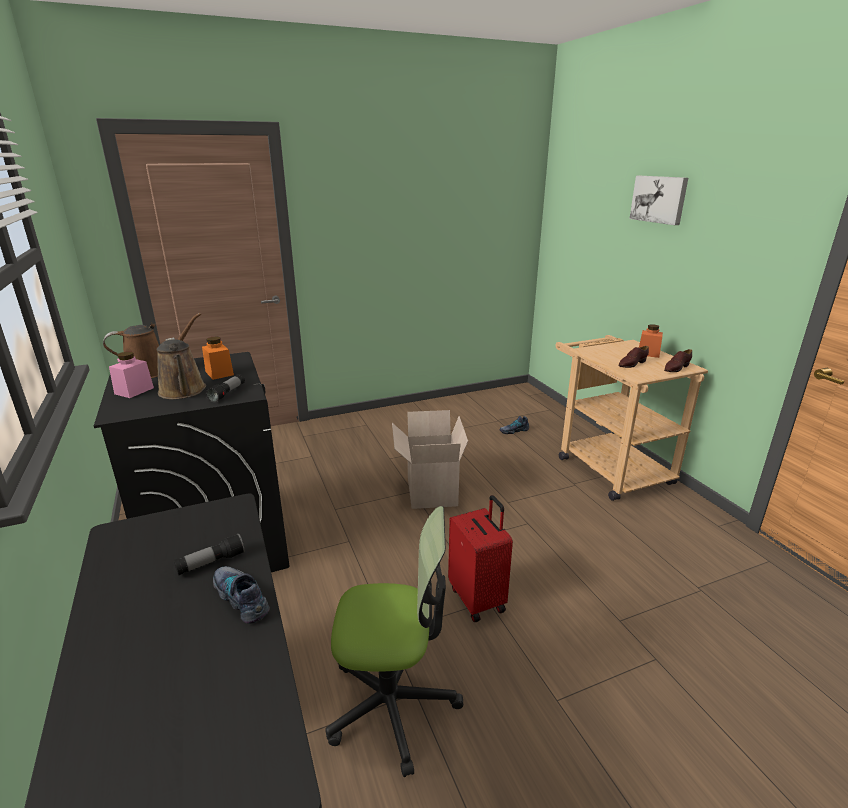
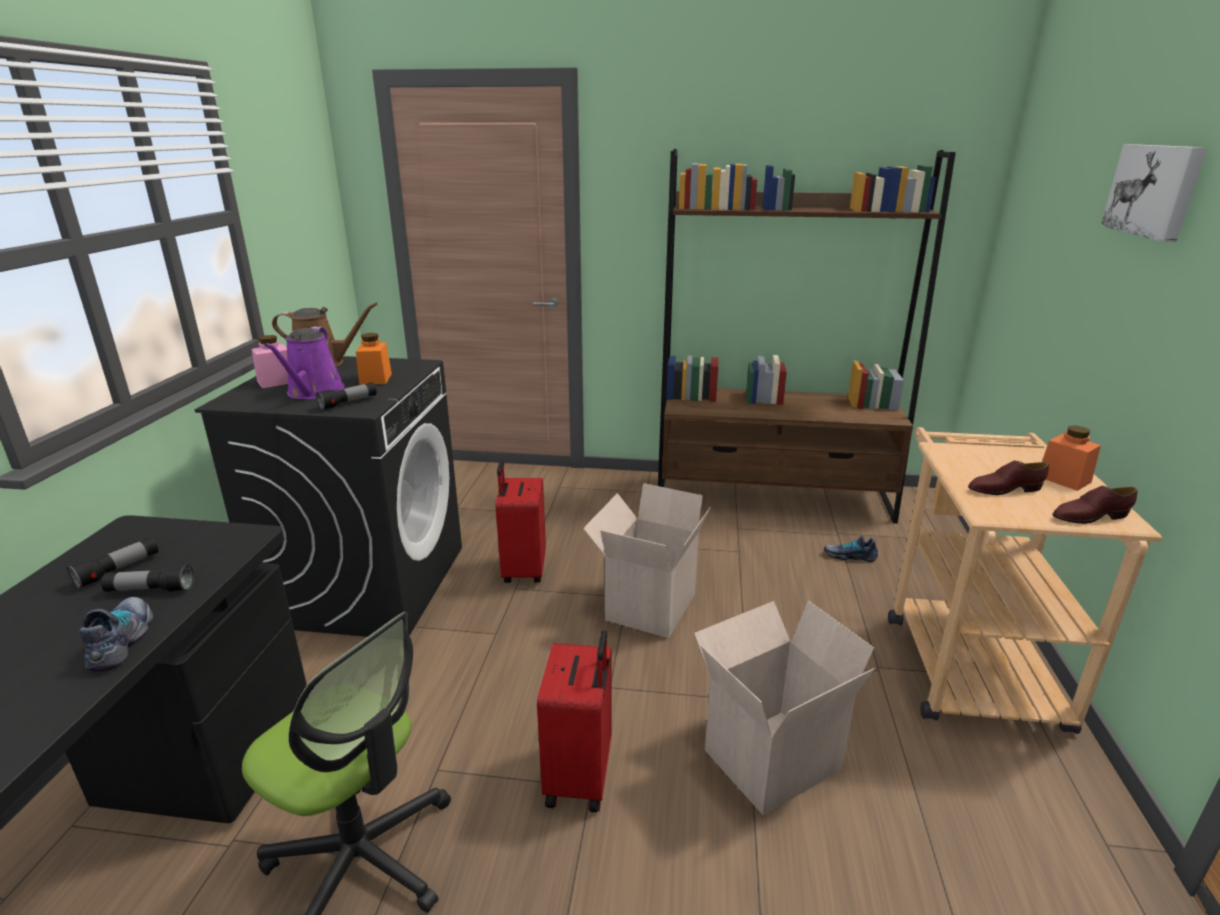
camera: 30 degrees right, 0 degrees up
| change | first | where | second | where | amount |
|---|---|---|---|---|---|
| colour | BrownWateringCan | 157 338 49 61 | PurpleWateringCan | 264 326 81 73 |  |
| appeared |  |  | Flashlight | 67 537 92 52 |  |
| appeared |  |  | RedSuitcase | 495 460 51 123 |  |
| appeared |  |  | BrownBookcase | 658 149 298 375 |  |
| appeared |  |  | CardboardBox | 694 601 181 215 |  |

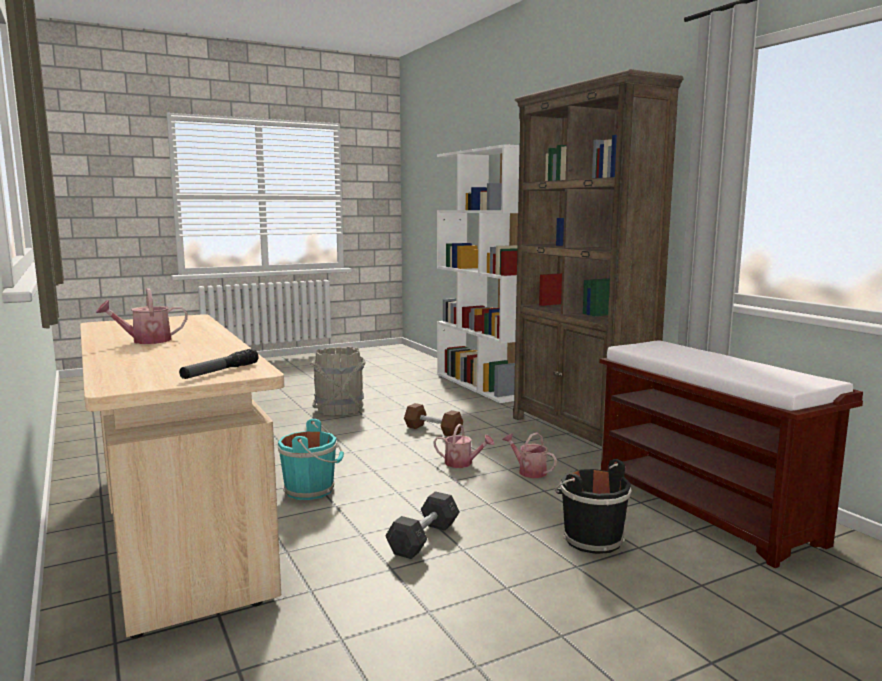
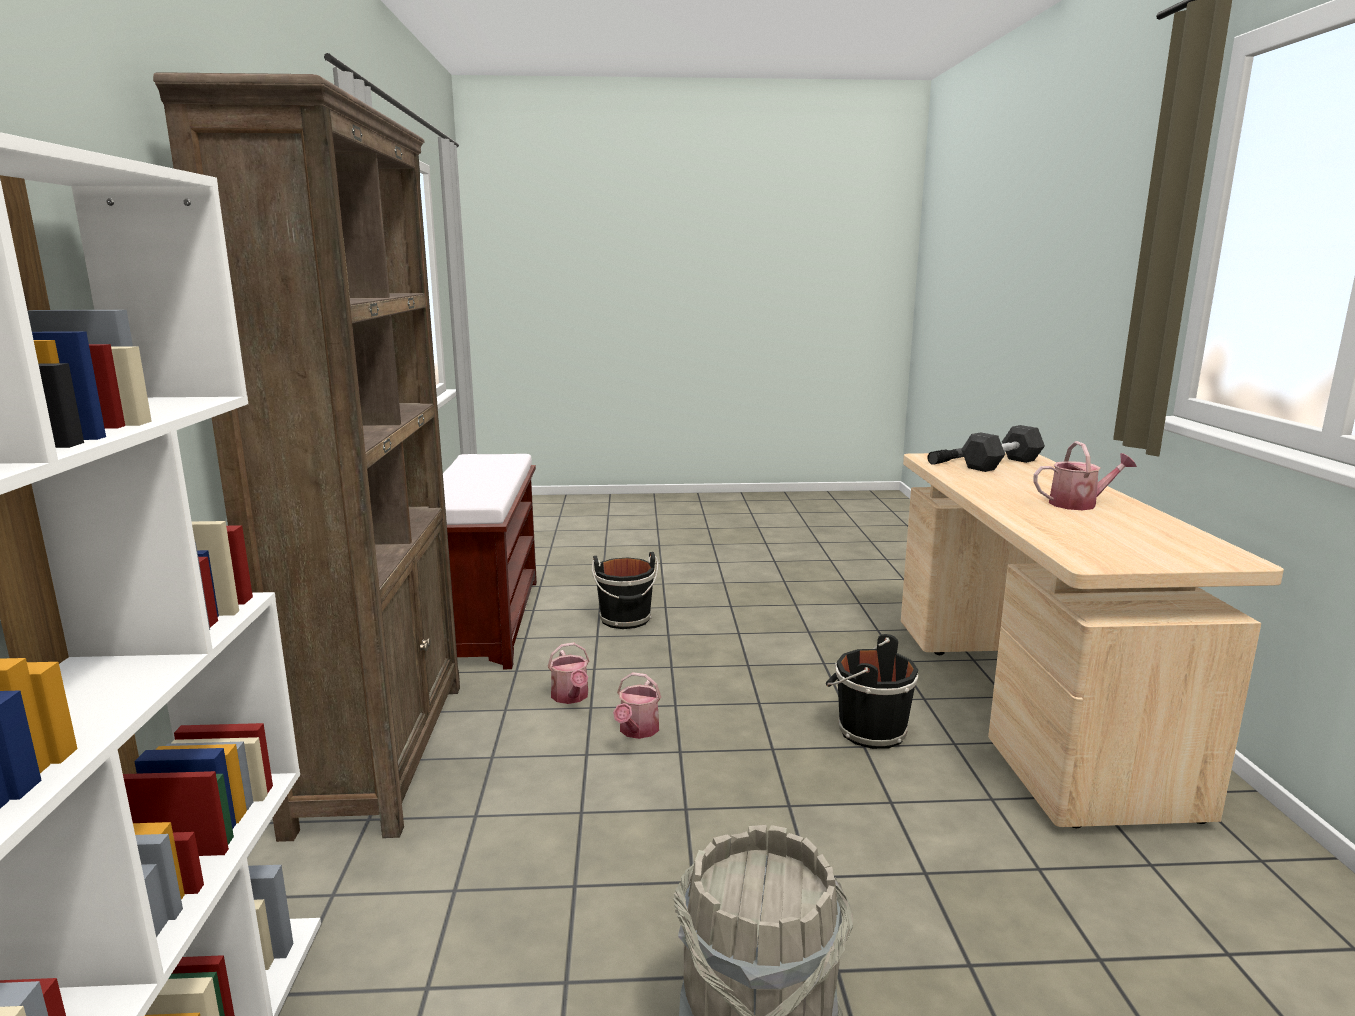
camera: 155 degrees left, 5 degrees up
| change | first | where | second | where | amount |
|---|---|---|---|---|---|
| colour | TurquoiseBucket | 278 419 66 81 | BlackBucket | 826 634 92 115 |  |
| relocated | GreyDumbbell | 385 491 74 68 |  | 961 425 84 47 |  |
| missing | BrownDumbbell | 404 403 59 33 |  |  |  |
| spun | WateringCan | 433 424 61 44 |  | 613 672 48 67 | 120 degrees counterclockwise |

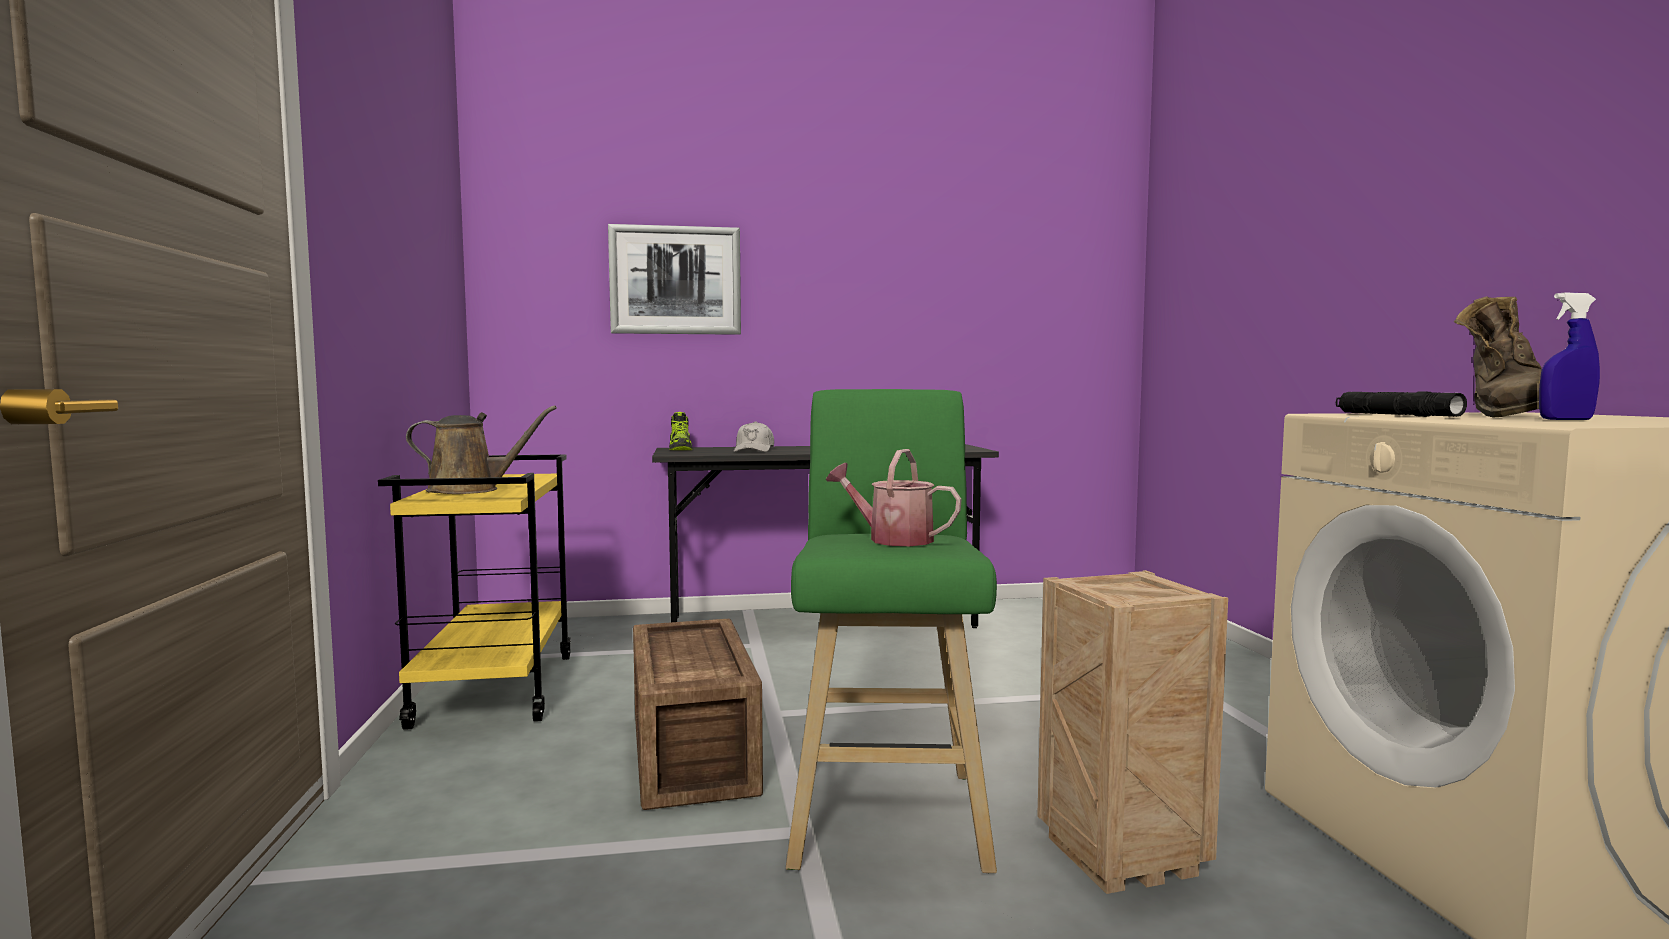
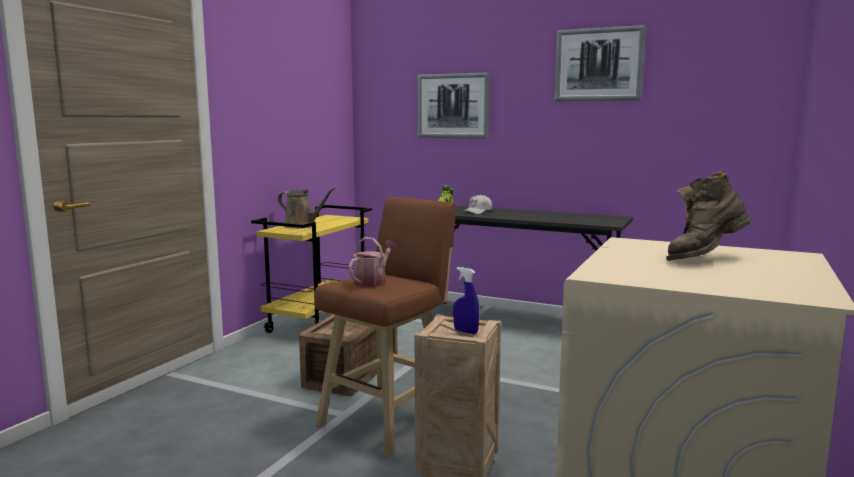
camera: 35 degrees right, 5 degrees up
| change | first | where | second | where | amount |
|---|---|---|---|---|---|
| colour | GreenStool | 786 389 211 484 | BrownStool | 314 197 142 259 |  |
| spun | WateringCan | 826 449 136 97 |  | 348 237 49 50 | 60 degrees clockwise |
| missing | BlackFlashlight | 1336 392 131 25 |  |  |  |
| relocated | BlueSprayBottle | 1539 292 61 128 |  | 453 267 27 67 |  |
| appeared |  |  | Picture | 555 25 91 76 |  |

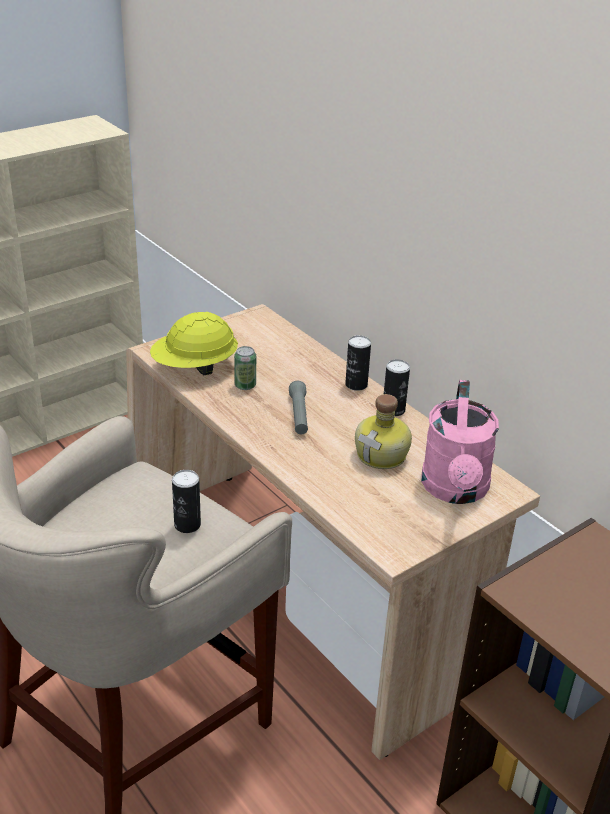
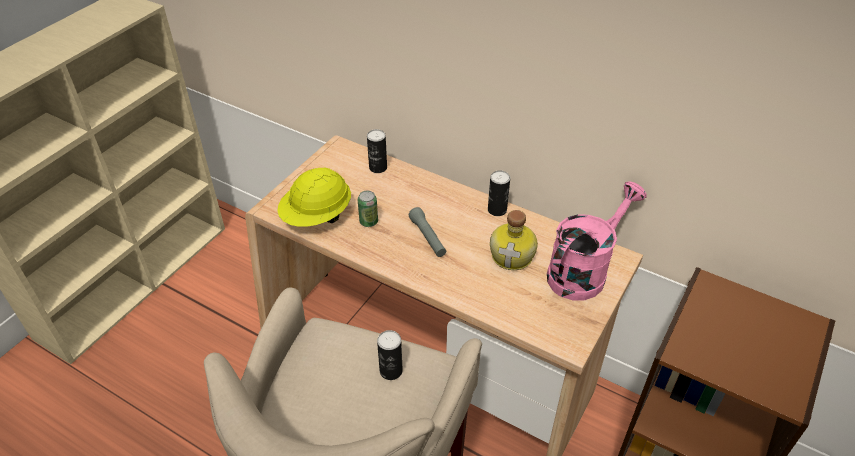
camera: 20 degrees left, 10 degrees up
| change | first | where | second | where | amount |
|---|---|---|---|---|---|
| relocated | Can | 345 335 26 56 |  | 367 129 20 44 |  |
| spun | PinkWateringCan | 421 380 78 124 |  | 547 181 100 119 | 120 degrees counterclockwise |

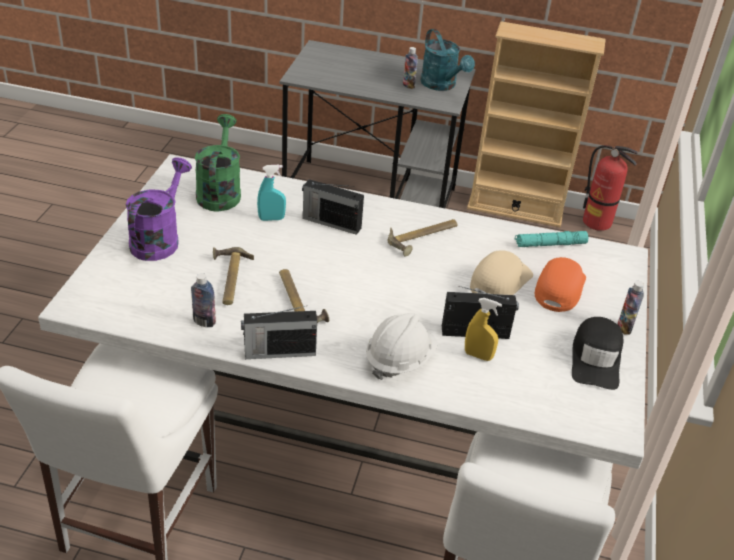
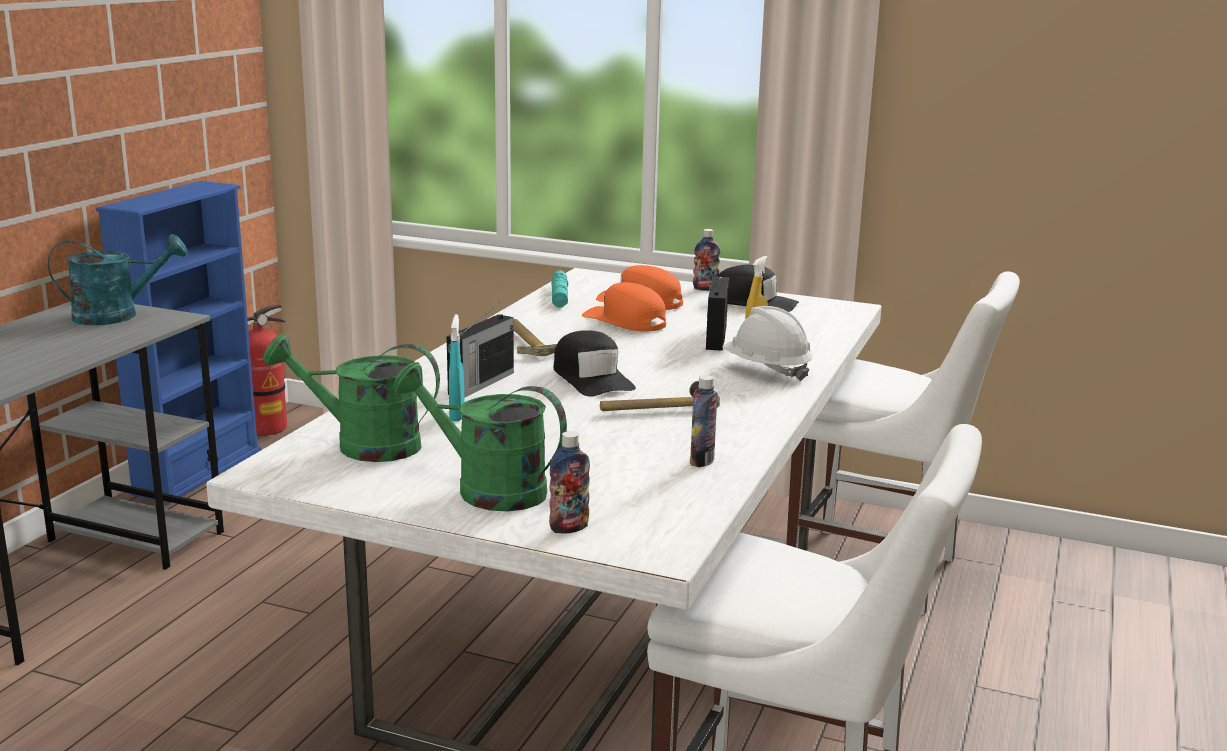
camera: 80 degrees left, 20 degrees down
| change | first | where | second | where | amount |
|---|---|---|---|---|---|
| colour | PurpleWateringCan | 126 158 66 103 | GreenWateringCan | 393 362 174 149 |  |
| missing | Hammer | 213 247 41 58 |  |  |  |
| missing | Radio | 241 306 76 53 |  |  |  |
| relocated | Bottle | 403 47 15 42 |  | 549 431 41 103 |  |
| colour | BeigeBookcase | 467 21 139 206 | BlueBookcase | 96 181 165 322 |  |
| colour | BeigeCap | 470 250 63 45 | OrangeCap | 582 282 84 50 |  |
| appeared |  |  | BlackCap | 553 330 83 66 |  |

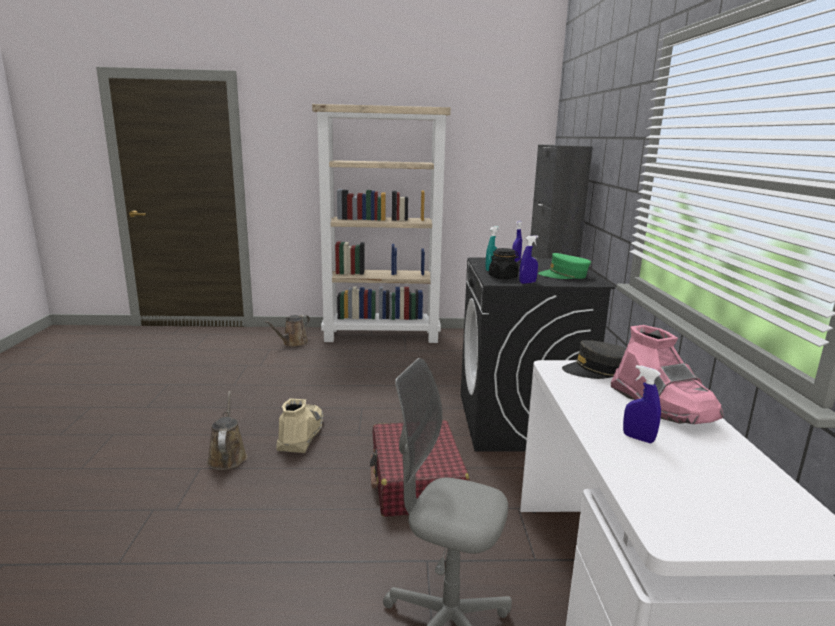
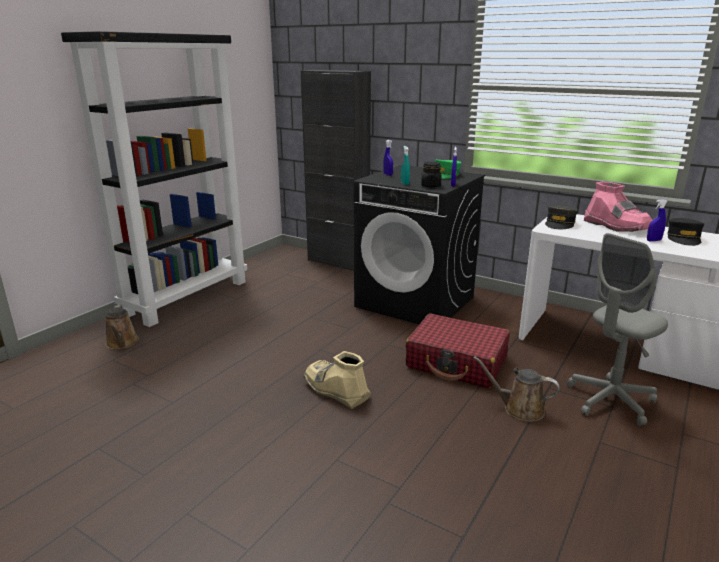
camera: 55 degrees left, 5 degrees up
| change | first | where | second | where | amount |
|---|---|---|---|---|---|
| relocated | BrownWateringCan | 207 391 40 79 |  | 474 356 86 66 |  |
| colour | BeigeBookcase | 312 104 139 239 | BlackBookcase | 61 31 186 296 |  |
| spun | PinkBoot | 611 325 113 99 |  | 584 182 69 50 | 45 degrees clockwise |
| appeared |  |  | BlackCap | 667 218 37 28 |  |

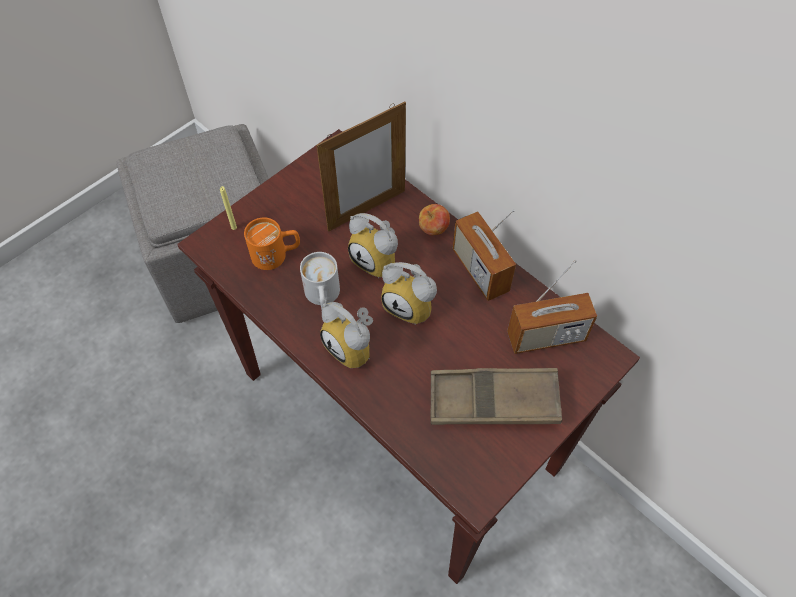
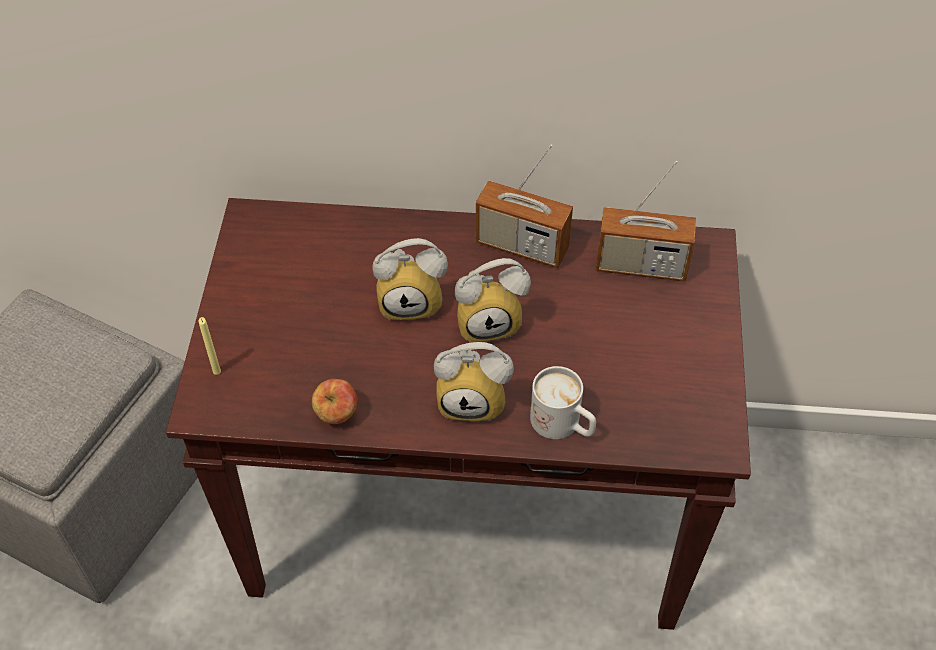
camera: 40 degrees left, 5 degrees down
| change | first | where | second | where | amount |
|---|---|---|---|---|---|
| missing | OrangeMug | 244 217 56 53 |  |  |  |
| relocated | WhiteMug | 300 252 40 57 |  | 530 366 66 73 |  |
| missing | PictureFrame | 316 102 90 130 |  |  |  |
| relocated | Apple | 419 204 31 31 |  | 312 379 46 45 |  |
| missing | BrownTray | 430 368 132 57 |  |  |  |
| spun | Radio | 507 260 90 94 |  | 596 161 100 121 | 60 degrees clockwise |

